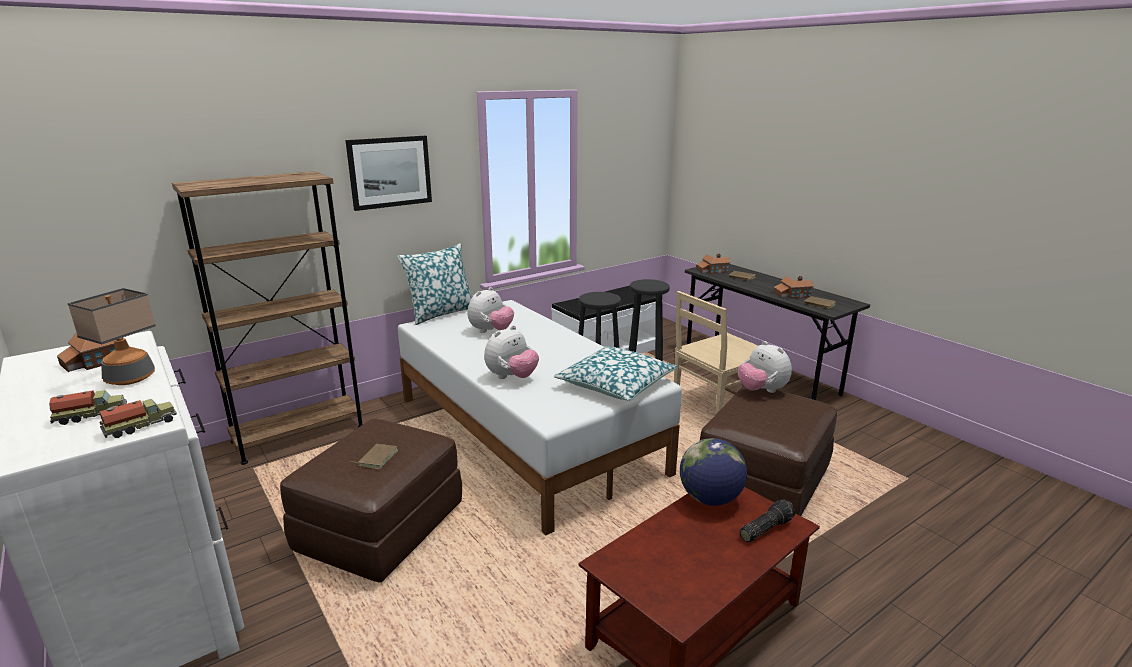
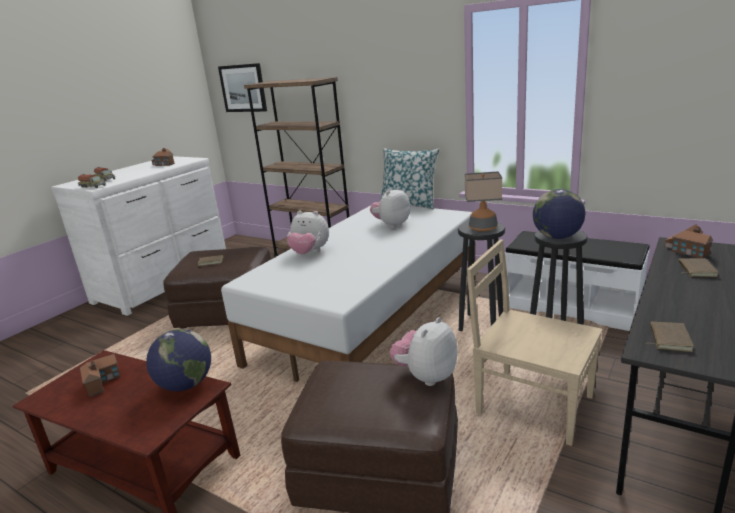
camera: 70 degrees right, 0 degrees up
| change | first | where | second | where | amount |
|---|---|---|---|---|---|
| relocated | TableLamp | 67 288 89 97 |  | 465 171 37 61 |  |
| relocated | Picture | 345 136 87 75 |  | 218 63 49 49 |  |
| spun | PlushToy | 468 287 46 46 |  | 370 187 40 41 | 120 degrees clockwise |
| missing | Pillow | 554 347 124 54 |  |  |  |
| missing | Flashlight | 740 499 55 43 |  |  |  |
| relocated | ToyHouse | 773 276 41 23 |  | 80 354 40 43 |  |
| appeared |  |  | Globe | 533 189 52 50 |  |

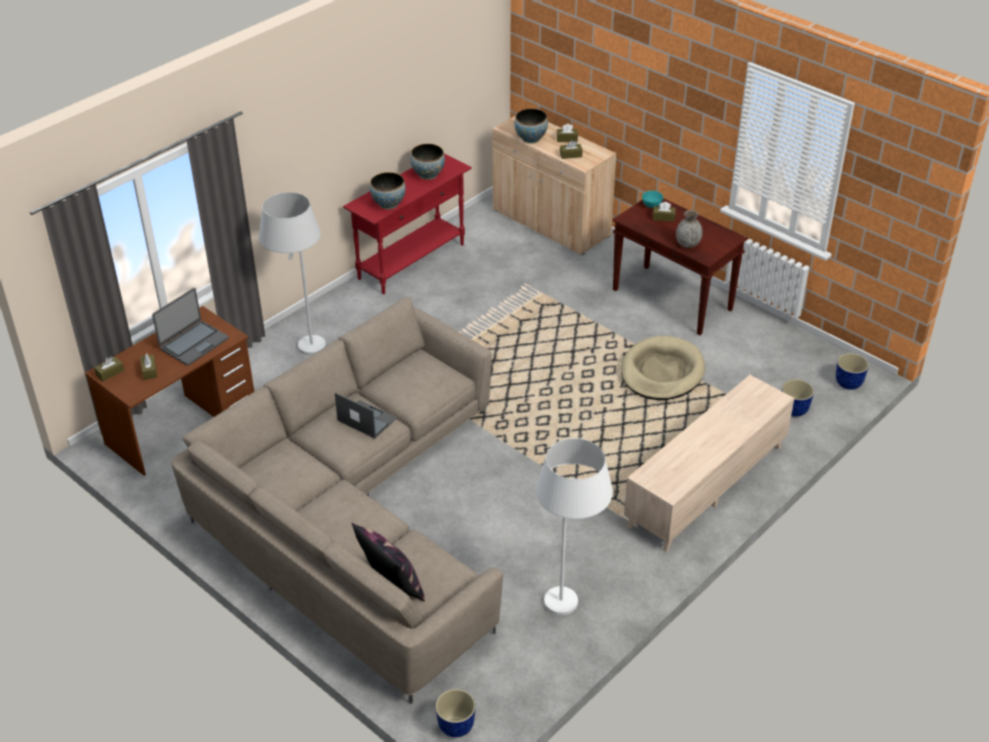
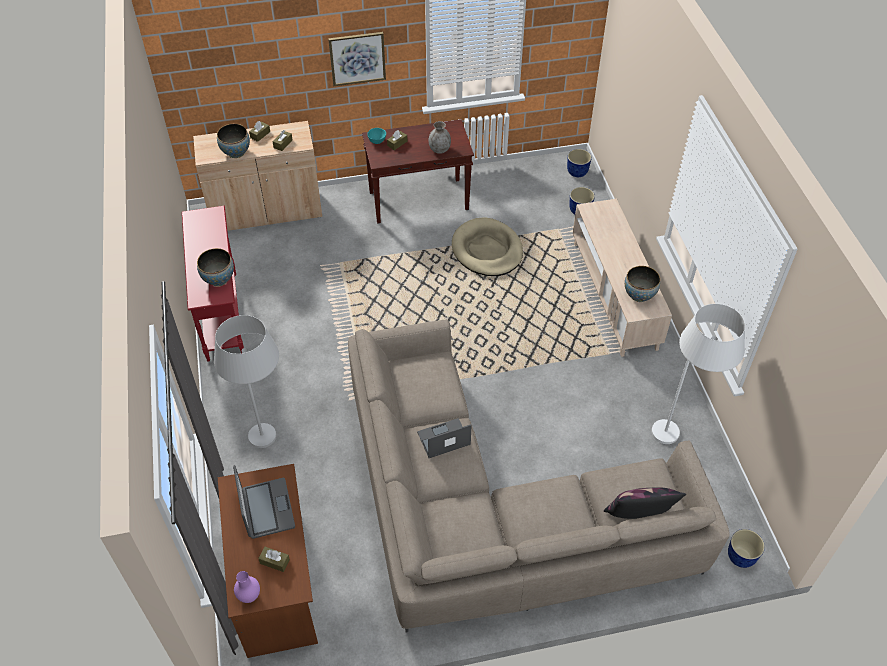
camera: 55 degrees left, 10 degrees up
| change | first | where | second | where | amount |
|---|---|---|---|---|---|
| exchanged | BrownTissueBox | 94 357 30 25 | PurpleVase | 234 571 26 32 |  |
| relocated | Bowl | 411 144 34 36 |  | 625 266 35 36 |  |
| appeared |  |  | Picture | 328 32 58 54 |  |

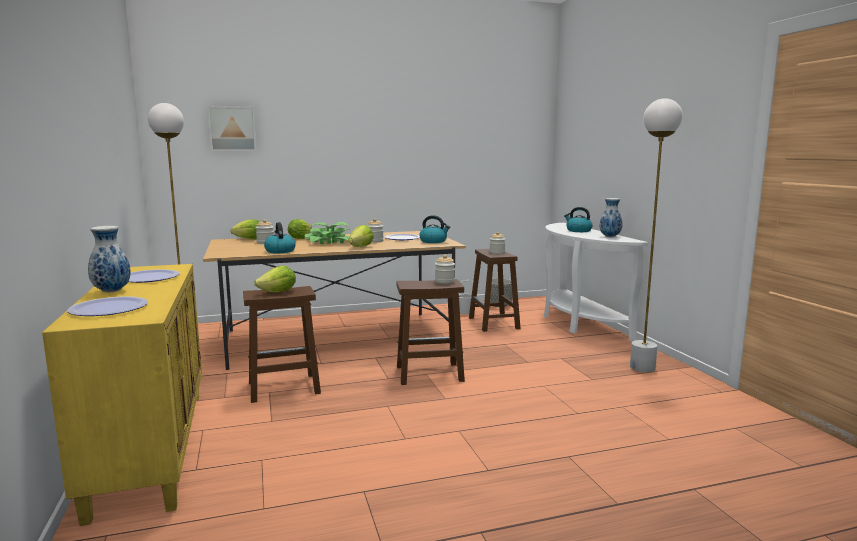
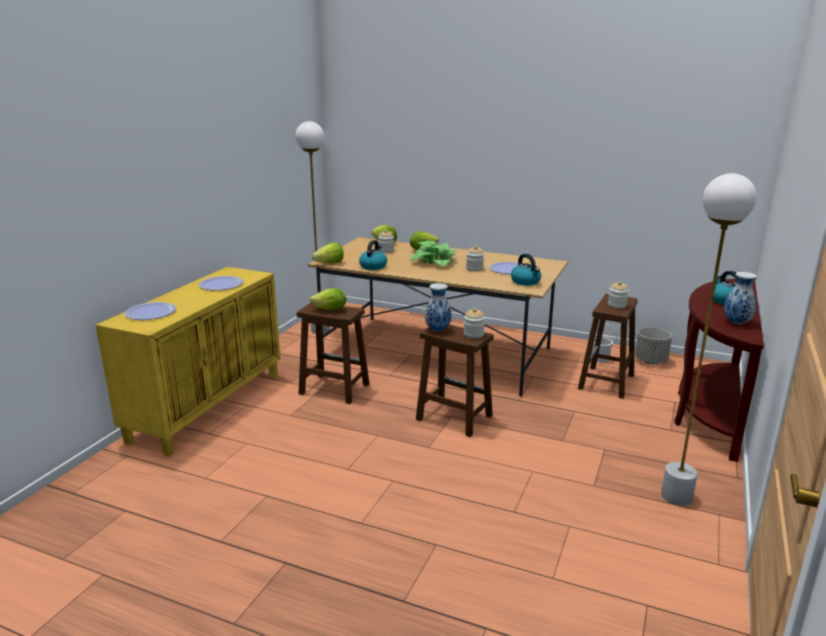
camera: 40 degrees right, 10 degrees up
| change | first | where | second | where | amount |
|---|---|---|---|---|---|
| relocated | Vase | 88 226 43 66 |  | 425 283 26 48 |  |
| missing | Picture | 208 106 48 45 |  |  |  |
| relocated | Lettuce | 349 225 25 22 |  | 312 243 32 20 |  |
| colour | WhiteConsoleTable | 544 223 104 118 | BrownConsoleTable | 674 279 90 183 |  |

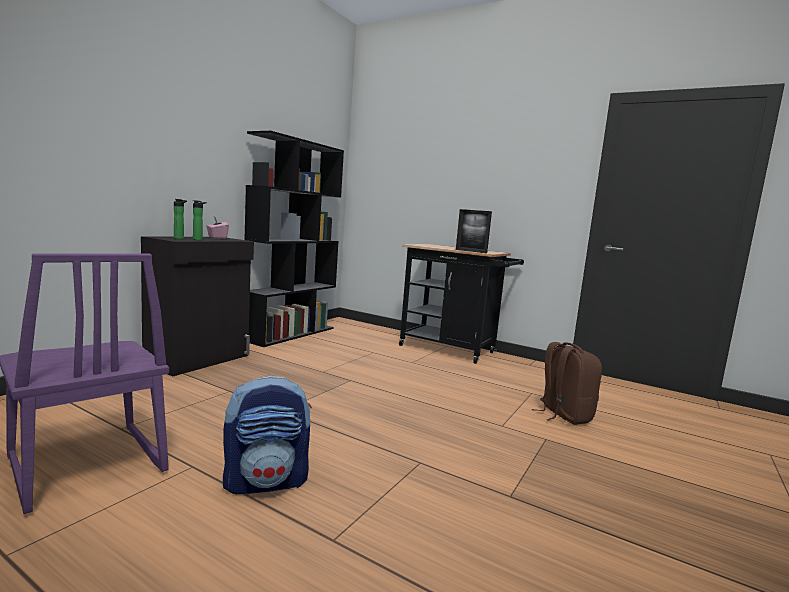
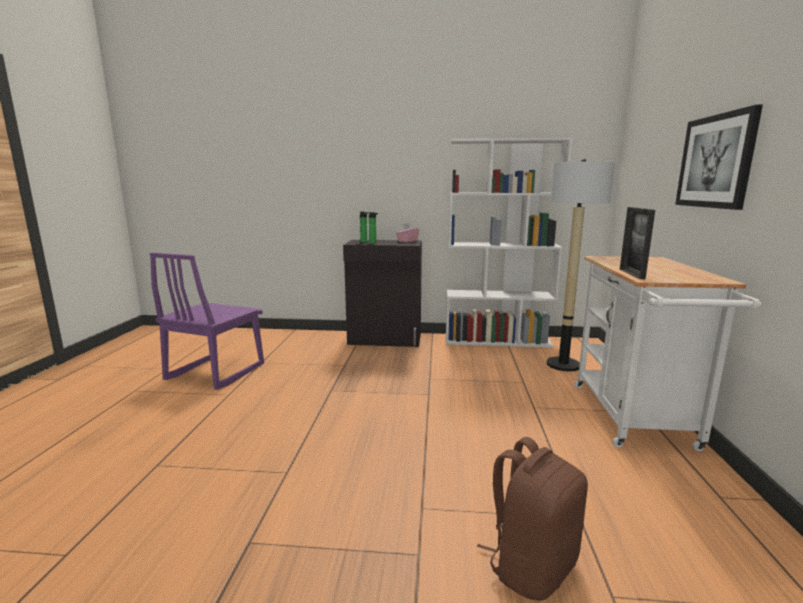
camera: 65 degrees right, 5 degrees up
| change | first | where | second | where | amount |
|---|---|---|---|---|---|
| missing | Backpack | 223 376 89 118 |  |  |  |
| colour | BlackBookcase | 244 131 100 216 | WhiteBookcase | 446 138 127 210 |  |
| colour | BlackCart | 399 244 125 120 | WhiteCart | 574 256 187 195 |  |
| appeared |  |  | FloorLamp | 547 159 68 213 |  |
| appeared |  |  | Picture | 675 105 88 105 |  |

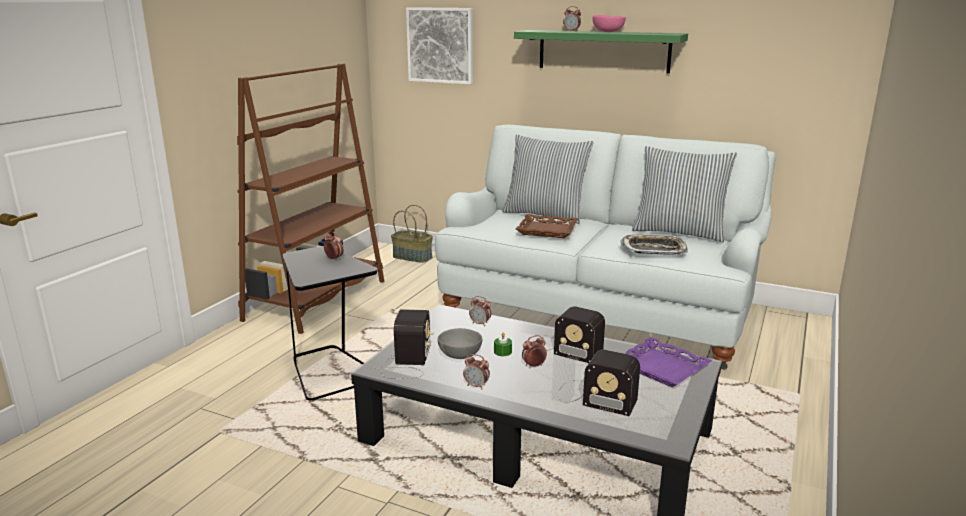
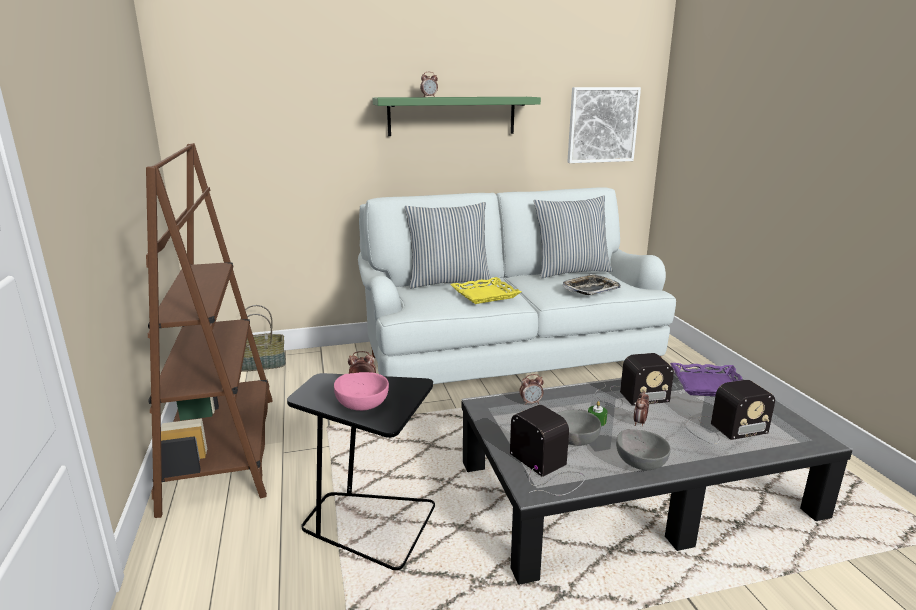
camera: 40 degrees left, 0 degrees up
| change | first | where | second | where | amount |
|---|---|---|---|---|---|
| relocated | Picture | 406 7 67 78 |  | 567 87 74 76 |  |
| exchanged | AlarmClock | 463 354 27 35 | GreyBowl | 616 429 55 41 |  |
| colour | BrownTray | 516 214 62 24 | YellowTray | 450 277 71 27 |  |
| relocated | PinkBowl | 593 15 33 17 |  | 334 372 55 39 |  |

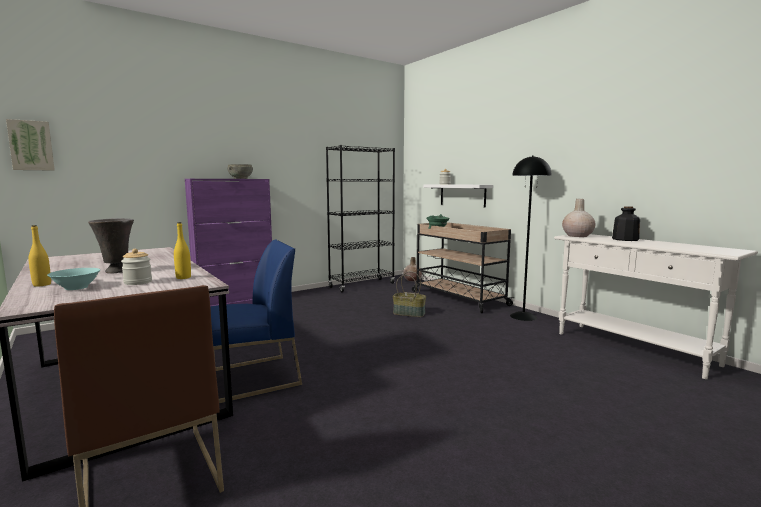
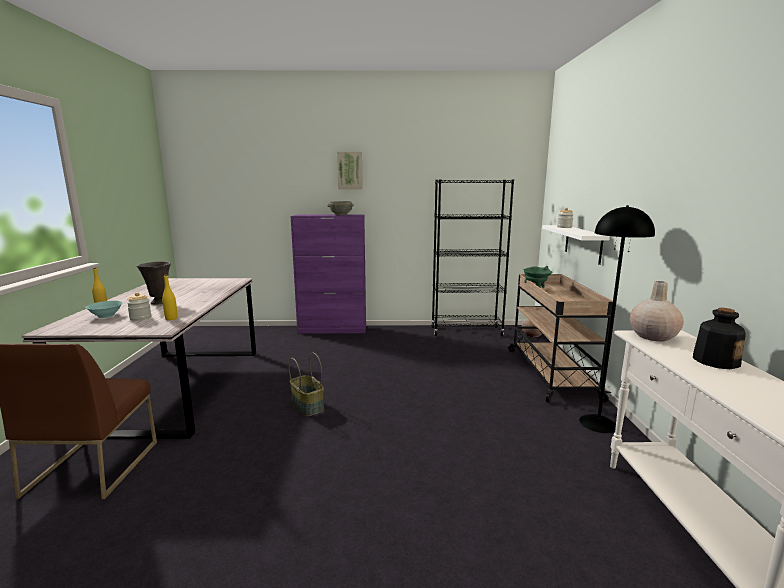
camera: 35 degrees right, 5 degrees up
| change | first | where | second | where | amount |
|---|---|---|---|---|---|
| relocated | Picture | 6 119 49 52 |  | 337 152 26 37 |  |
| missing | BlueChair | 210 239 92 164 |  |  |  |
| relocated | Basket | 393 271 33 46 |  | 288 353 36 63 |  |

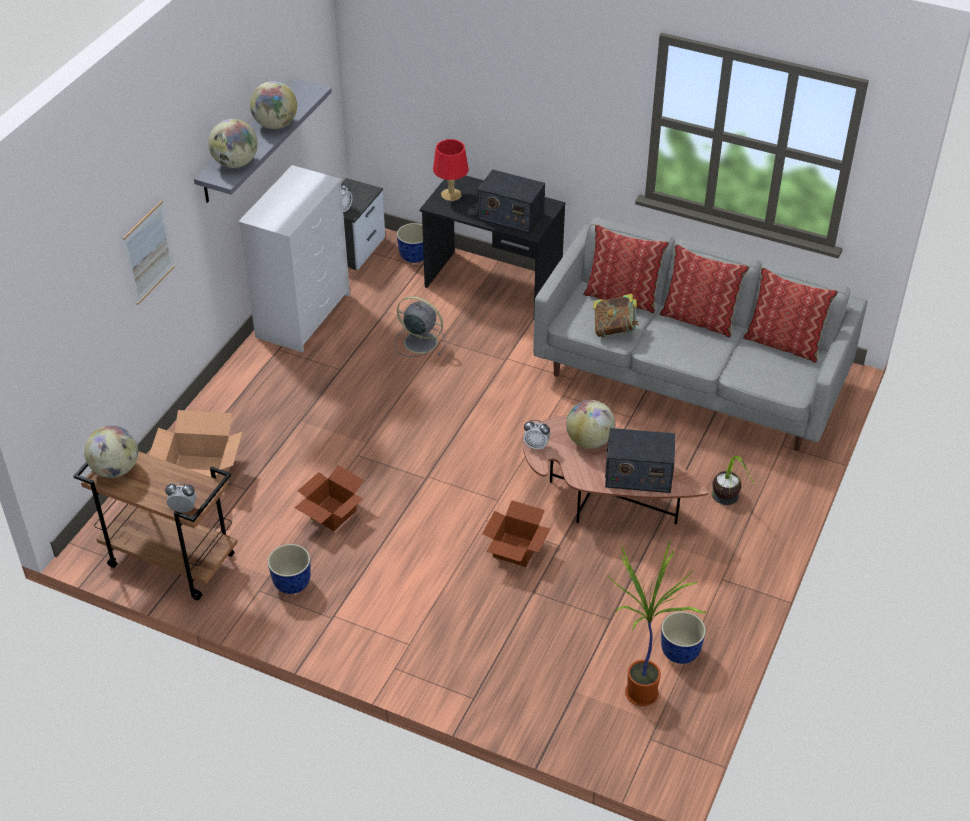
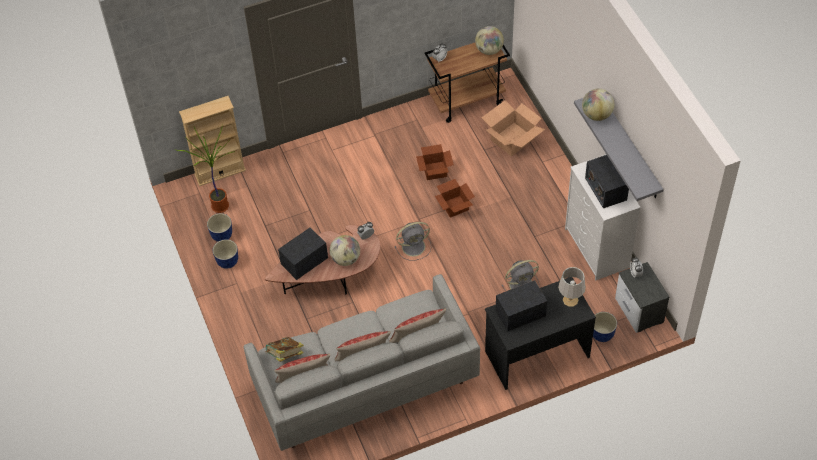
camera: 135 degrees right, 10 degrees up
| change | first | where | second | where | amount |
|---|---|---|---|---|---|
| missing | Picture | 123 200 52 105 |  |  |  |
| missing | Globe | 250 81 47 48 |  |  |  |
| relocated | Planter | 268 544 43 50 |  | 213 239 25 30 |  |
| colour | RedTableLamp | 433 139 36 62 | GreyTableLamp | 558 267 28 40 |  |
| relocated | CardboardBox | 482 500 68 67 |  | 435 179 40 39 |  |
| relocated | Book | 593 294 46 43 |  | 265 337 39 25 |  |
| missing | PottedPlant | 712 456 43 49 |  |  |  |
| appeared |  |  | BeigeBookcase | 179 96 67 90 |  |
| appeared |  |  | GreyFan | 394 222 37 38 |  |
| appeared |  |  | Radio | 585 155 44 53 |  |

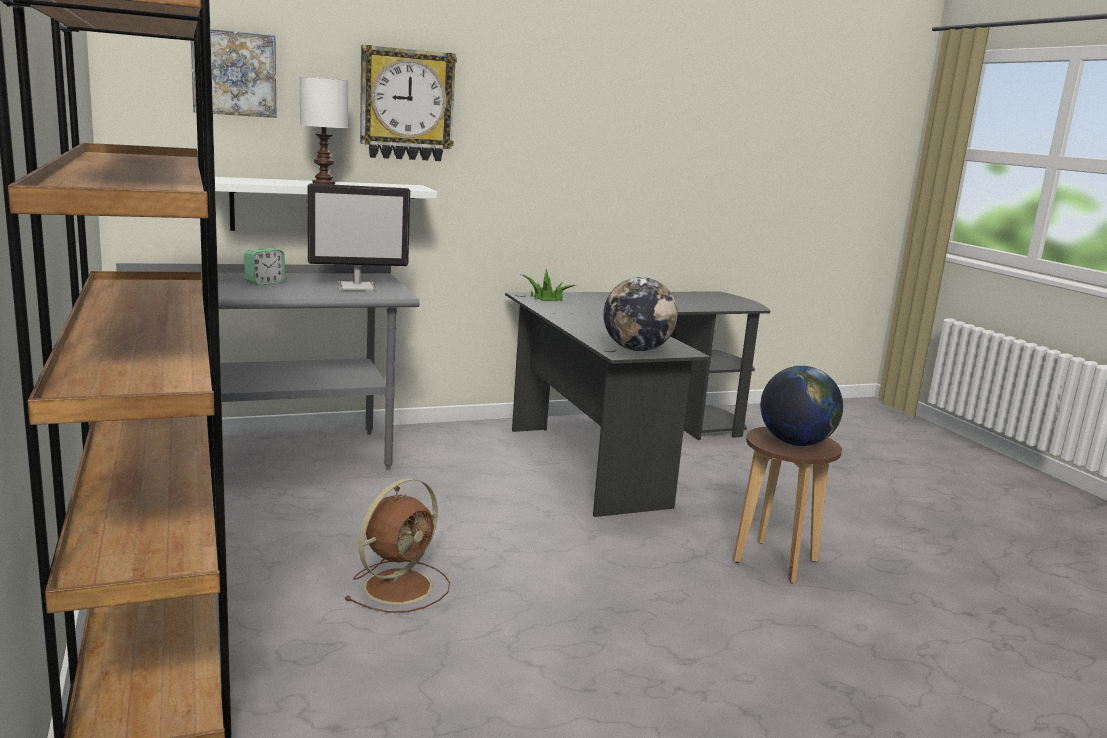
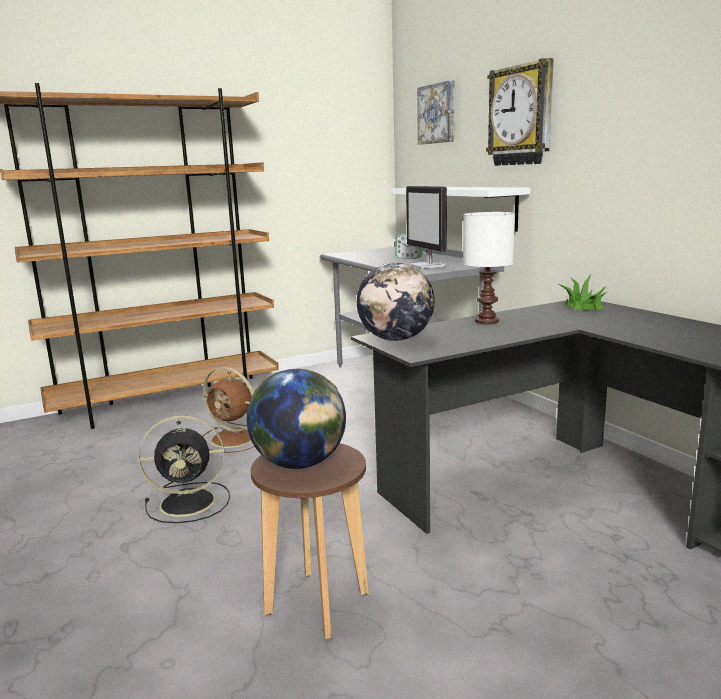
camera: 85 degrees right, 0 degrees up
| change | first | where | second | where | amount |
|---|---|---|---|---|---|
| relocated | WhiteTableLamp | 300 77 48 108 |  | 463 212 52 112 |  |
| appeared |  |  | BlackFan | 138 415 92 108 |  |

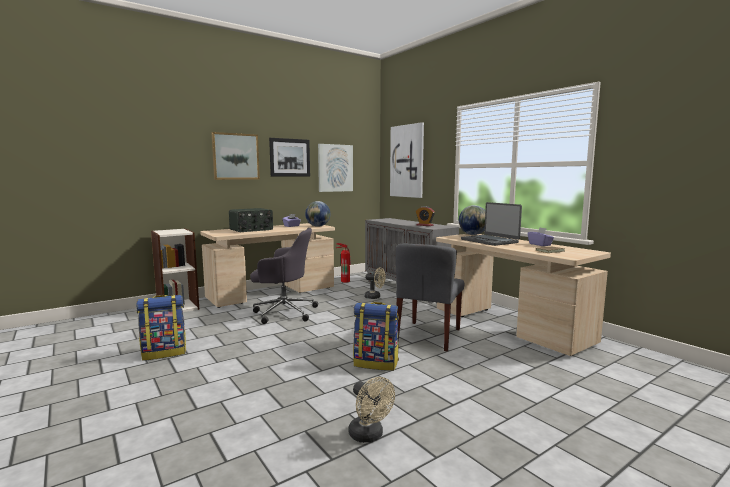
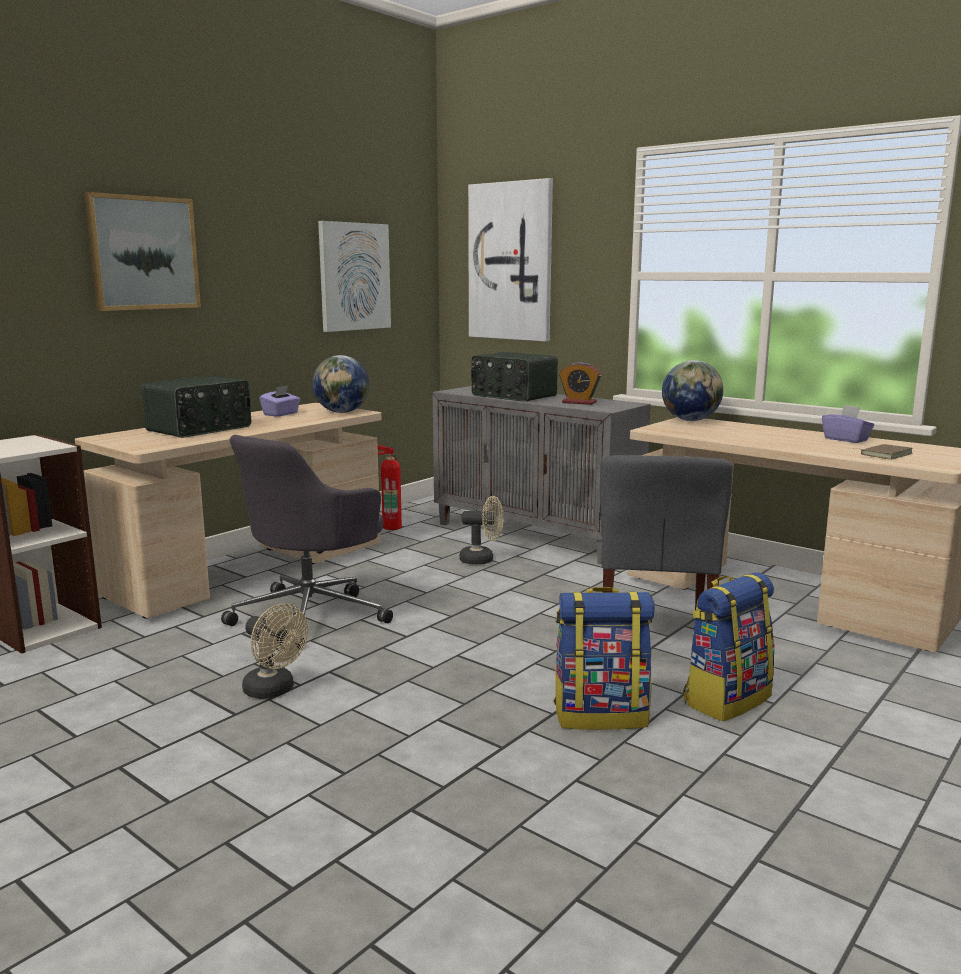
camera: 15 degrees left, 5 degrees up
| change | first | where | second | where | amount |
|---|---|---|---|---|---|
| relocated | Backpack | 136 295 50 66 |  | 683 572 92 149 |  |
| spun | GreyOfficeChair | 250 228 68 96 |  | 221 435 172 216 | 135 degrees clockwise |
| missing | Picture | 269 138 41 38 |  |  |  |
| relocated | BeigeFan | 348 377 47 66 |  | 242 604 66 95 |  |
| missing | Laptop | 461 202 61 44 |  |  |  |
| appeared |  |  | Radio | 471 352 87 50 |  |

